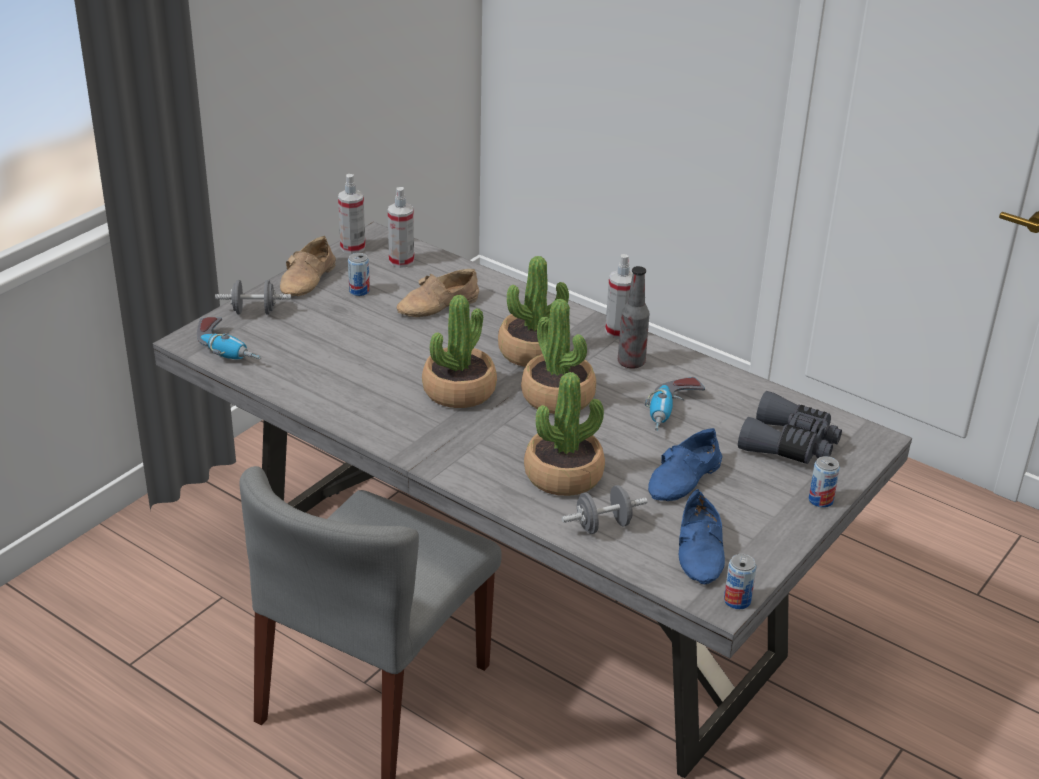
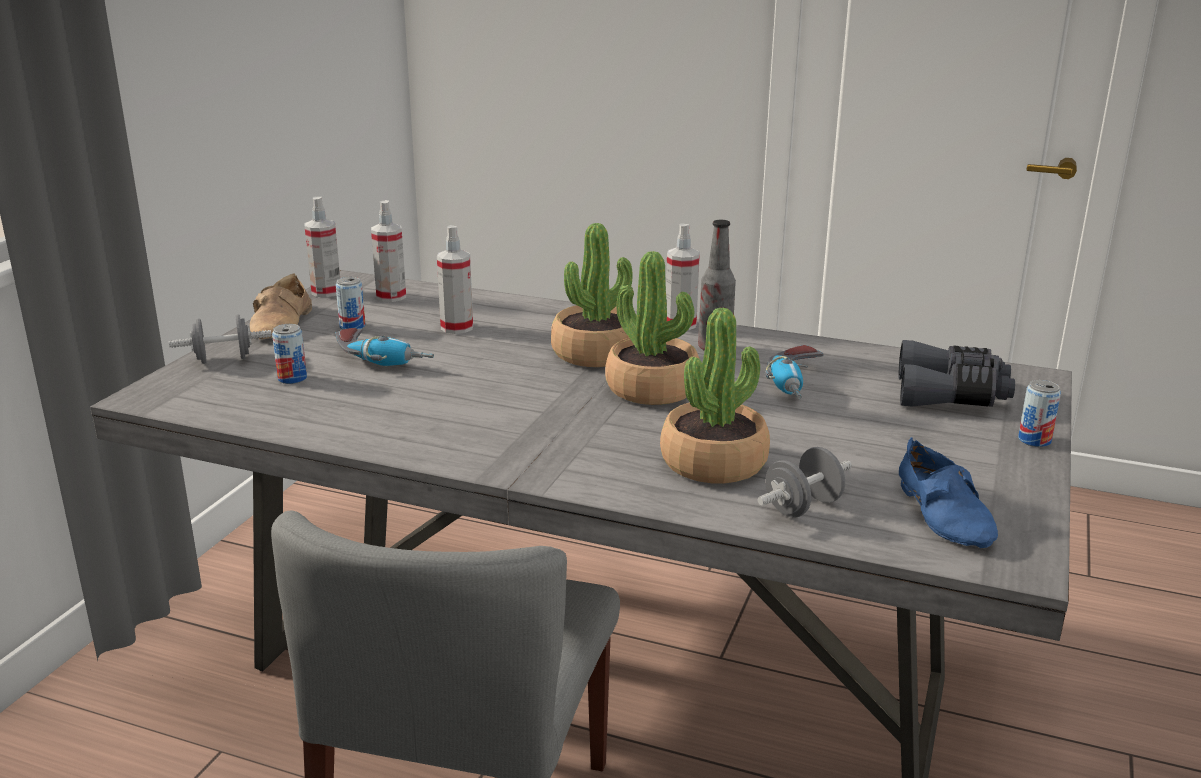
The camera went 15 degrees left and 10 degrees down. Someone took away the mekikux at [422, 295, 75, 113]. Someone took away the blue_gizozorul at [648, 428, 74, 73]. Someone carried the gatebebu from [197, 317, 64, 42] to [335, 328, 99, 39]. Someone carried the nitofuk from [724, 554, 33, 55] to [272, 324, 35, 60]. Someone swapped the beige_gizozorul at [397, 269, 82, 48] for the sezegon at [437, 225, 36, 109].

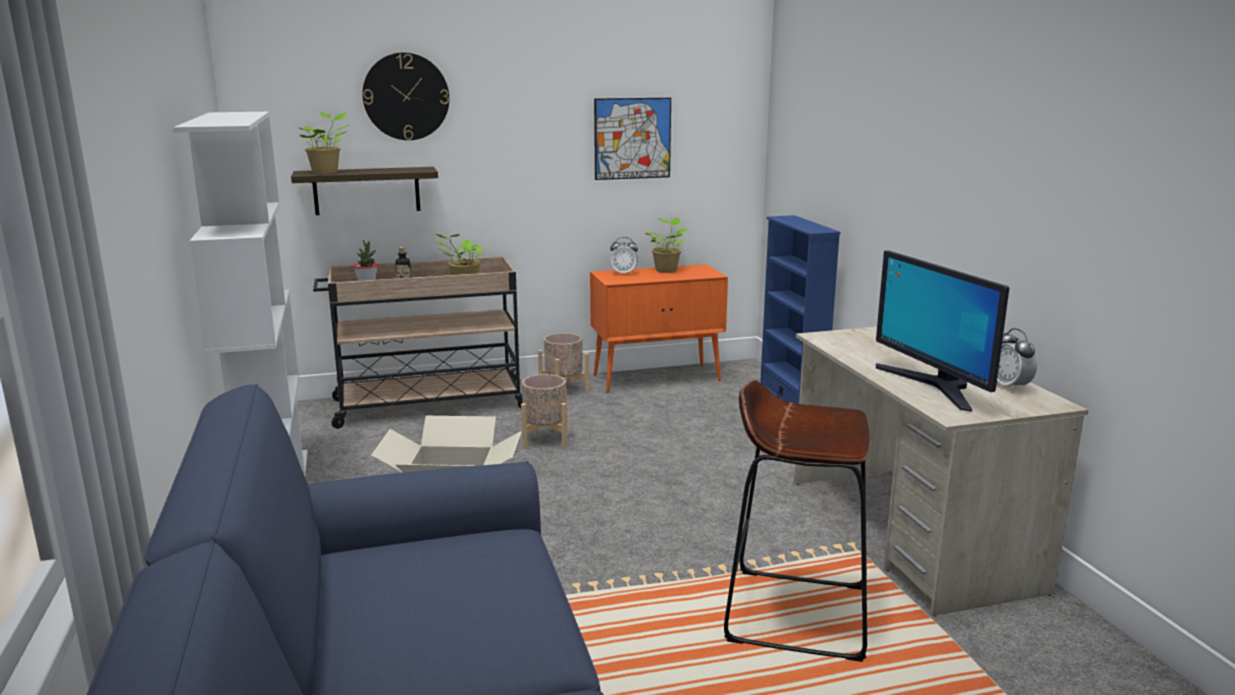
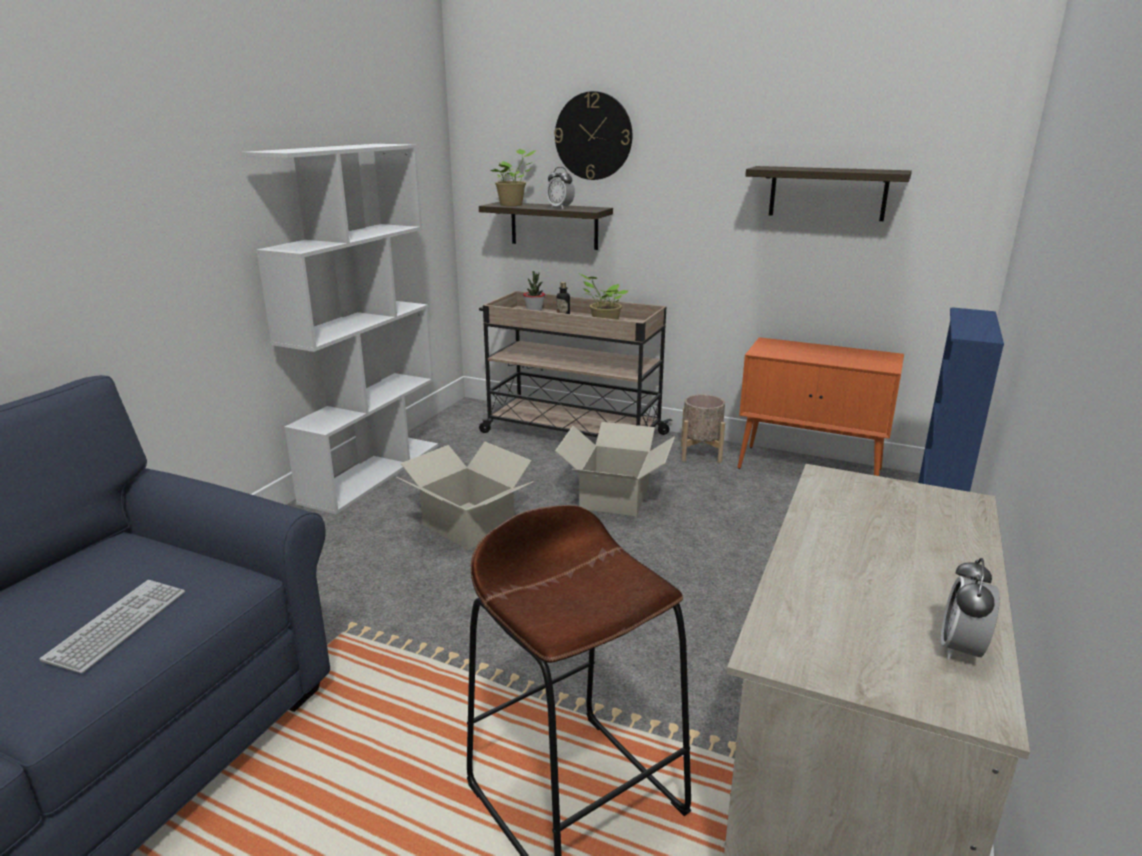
The camera went 40 degrees right and 5 degrees up. Someone took away the mekikux at [645, 218, 42, 55]. Someone took away the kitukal at [876, 250, 133, 162]. Someone put down the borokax at [40, 580, 145, 94]. Someone carried the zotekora from [610, 237, 28, 38] to [547, 167, 28, 42]. Someone swapped the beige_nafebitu at [521, 374, 46, 75] for the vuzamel at [555, 422, 120, 94]. Someone swapped the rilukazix at [594, 98, 77, 82] for the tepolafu at [745, 166, 167, 55].

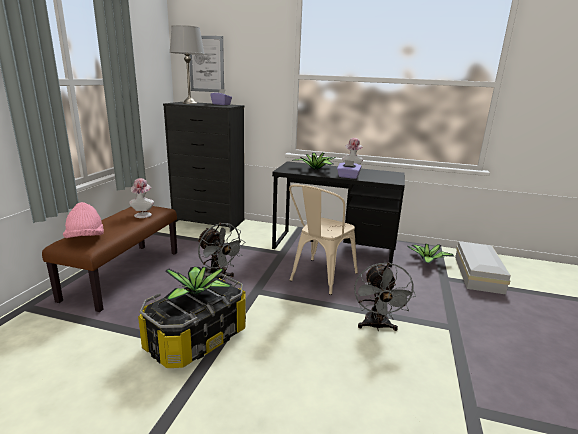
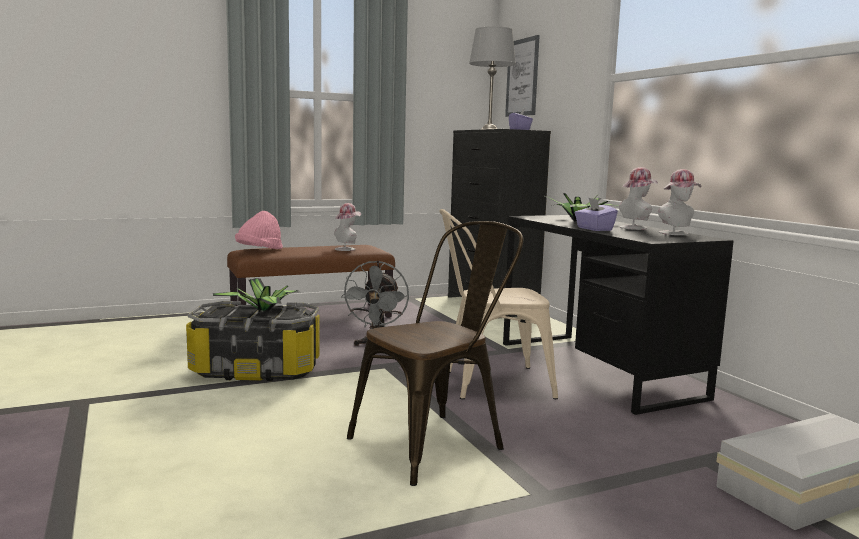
The camera went 50 degrees right and 10 degrees down. Someone took away the mekikux at [407, 244, 47, 20]. Someone put down the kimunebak at [658, 169, 43, 66]. Someone swapped the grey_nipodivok at [354, 262, 62, 69] for the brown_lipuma at [347, 221, 176, 265].

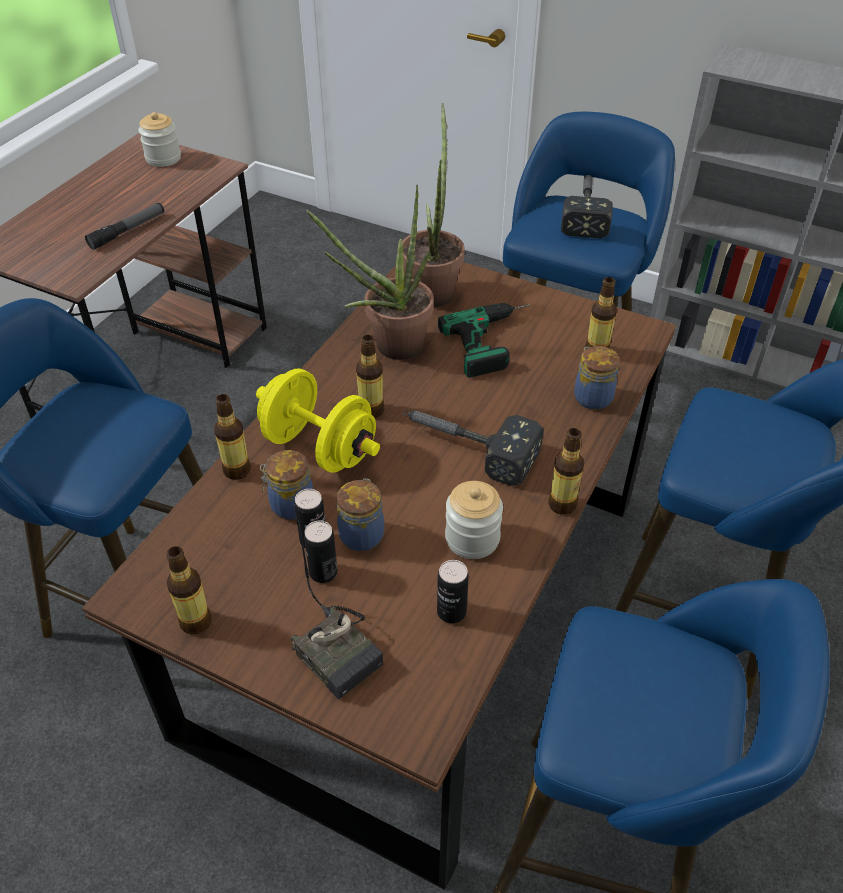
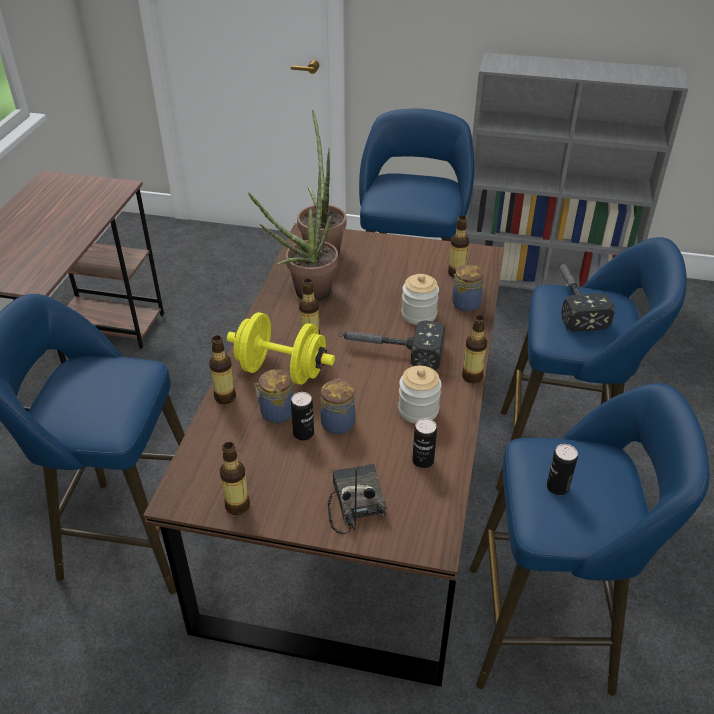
The camera went 15 degrees left and 5 degrees down. Someone took away the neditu at [85, 203, 79, 47]. Someone took away the gatebebu at [438, 303, 91, 75]. Someone carried the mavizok from [139, 112, 42, 55] to [402, 274, 37, 51]. Someone carried the nitofuk from [304, 521, 34, 62] to [547, 444, 31, 51]. Someone carried the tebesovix from [561, 175, 51, 63] to [559, 263, 56, 69]. Someone rotated the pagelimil at [290, 520, 93, 180] by 135 degrees counterclockwise.

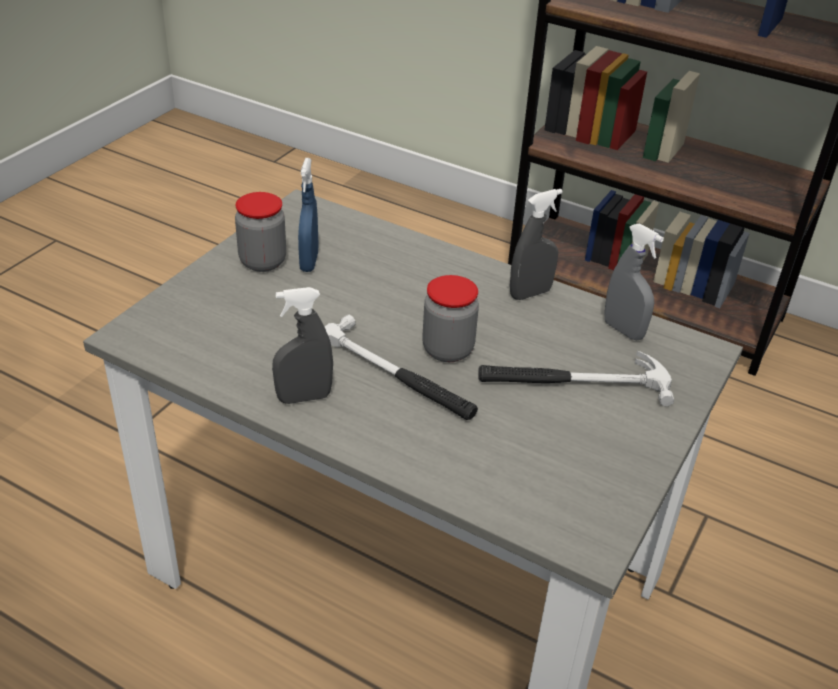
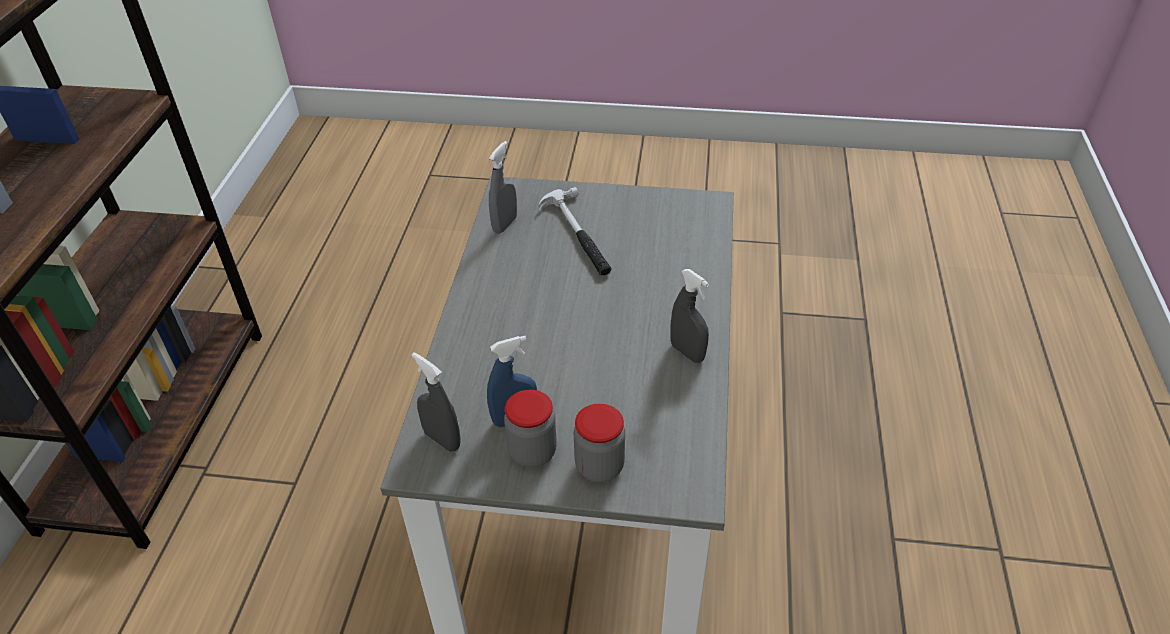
The camera went 110 degrees left and 5 degrees up. Someone took away the tebesovix at [325, 315, 153, 105]. Someone carried the mavizok from [422, 275, 57, 87] to [574, 404, 51, 79]. Someone carried the grey_sezegon from [510, 189, 53, 111] to [411, 352, 50, 100].

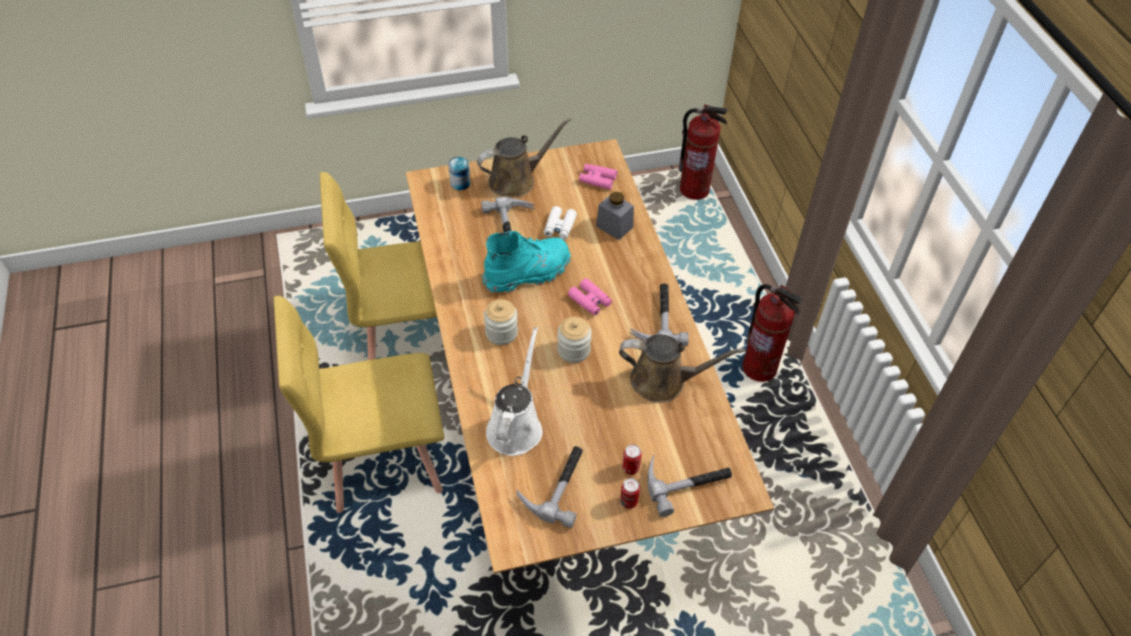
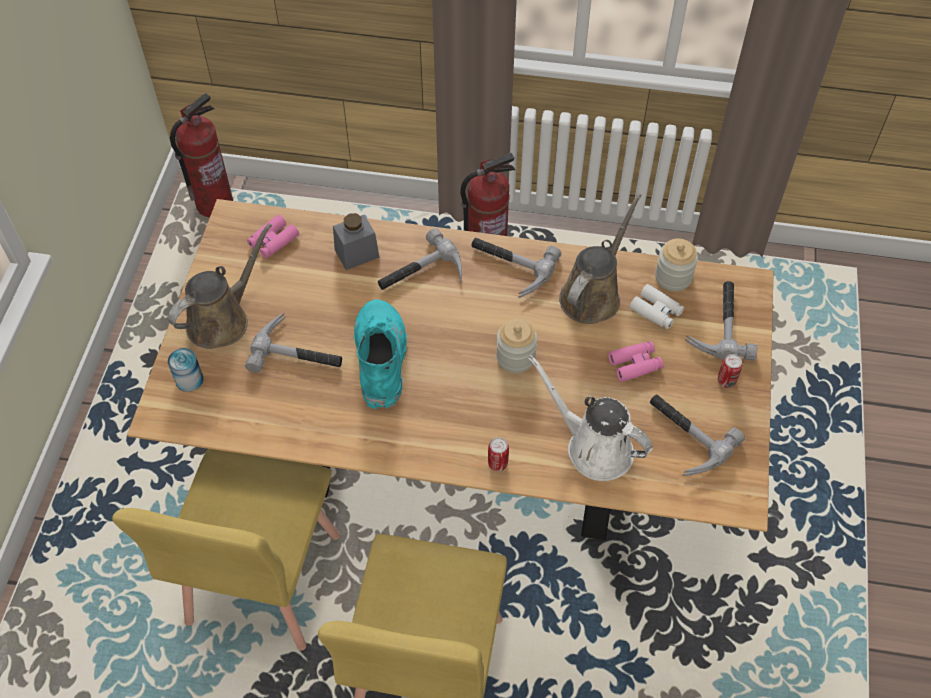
The camera went 65 degrees left and 5 degrees up. Someone put down the tebesovix at [378, 228, 84, 62]. Someone carried the mavizok from [484, 299, 34, 46] to [655, 239, 43, 52]. Someone carried the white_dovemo from [544, 206, 33, 34] to [629, 284, 55, 45]. Someone carried the pink_dovemo from [568, 278, 44, 38] to [608, 341, 56, 41]. Someone carried the nitofuk from [622, 444, 20, 31] to [488, 437, 21, 34]. Someone rotated the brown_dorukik at [477, 118, 94, 79] by 45 degrees clockwise.

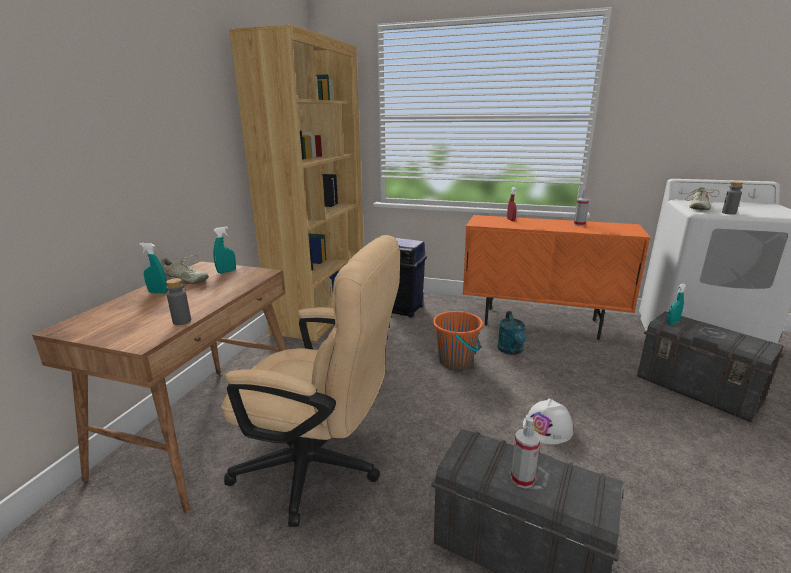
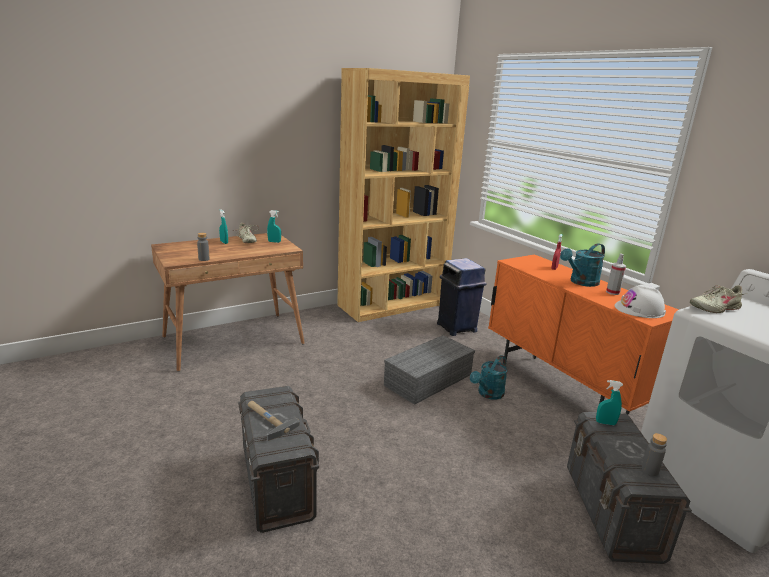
The camera went 40 degrees right and 0 degrees up. Someone took away the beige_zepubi at [221, 235, 179, 292]. Someone put down the turquoise_dorukik at [560, 243, 45, 44]. Someone carried the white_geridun from [523, 399, 50, 46] to [615, 285, 51, 33]. Someone carried the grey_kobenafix from [722, 182, 21, 33] to [642, 433, 25, 43]. Someone swapped the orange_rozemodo at [433, 311, 50, 59] for the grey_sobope at [384, 335, 91, 70]. Someone swapped the sezegon at [511, 417, 29, 71] for the tebesovix at [248, 401, 52, 40].

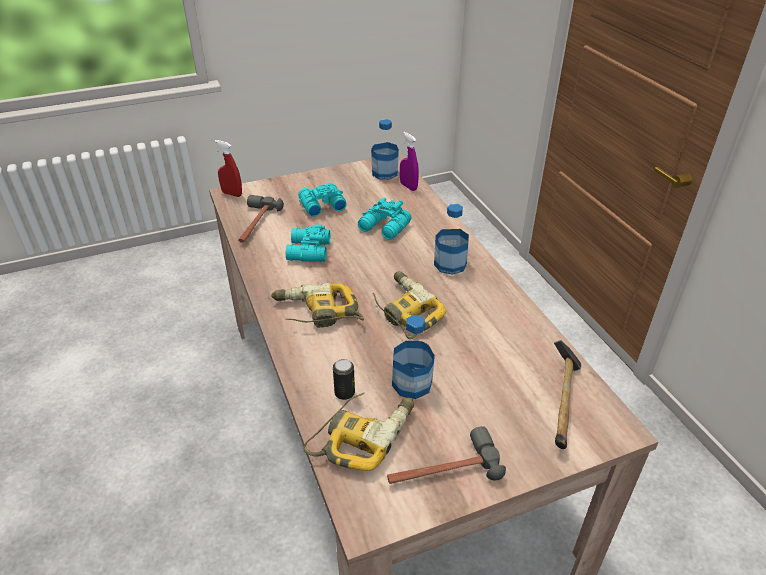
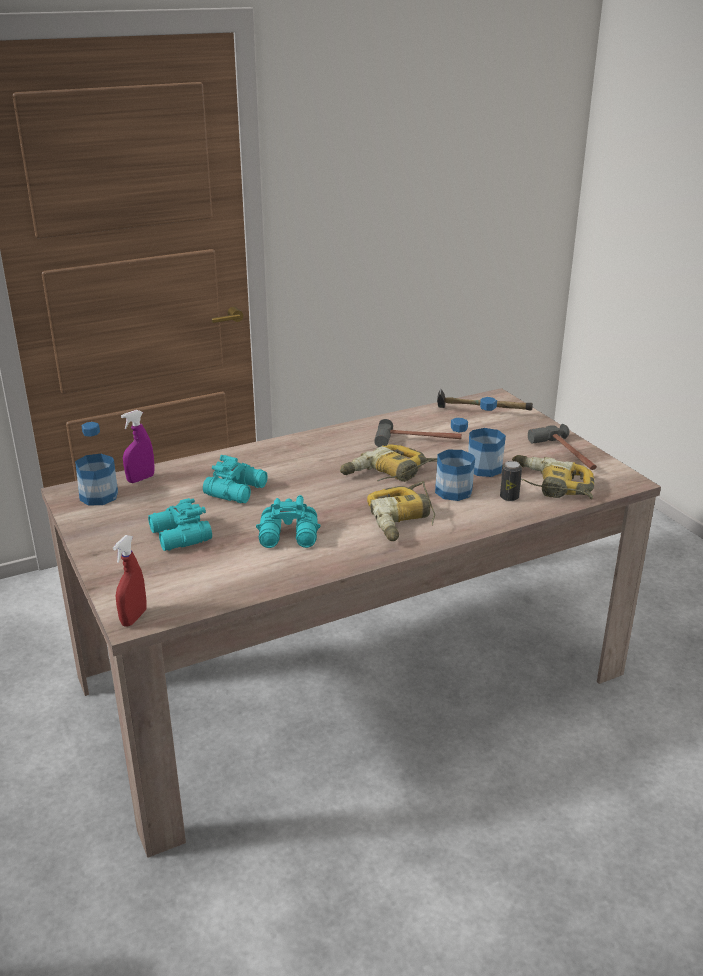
The camera went 95 degrees left and 10 degrees down. Someone carried the tebesovix from [238, 195, 46, 48] to [374, 419, 88, 28]. Someone carried the kobenafix from [434, 204, 35, 71] to [435, 418, 40, 83].

